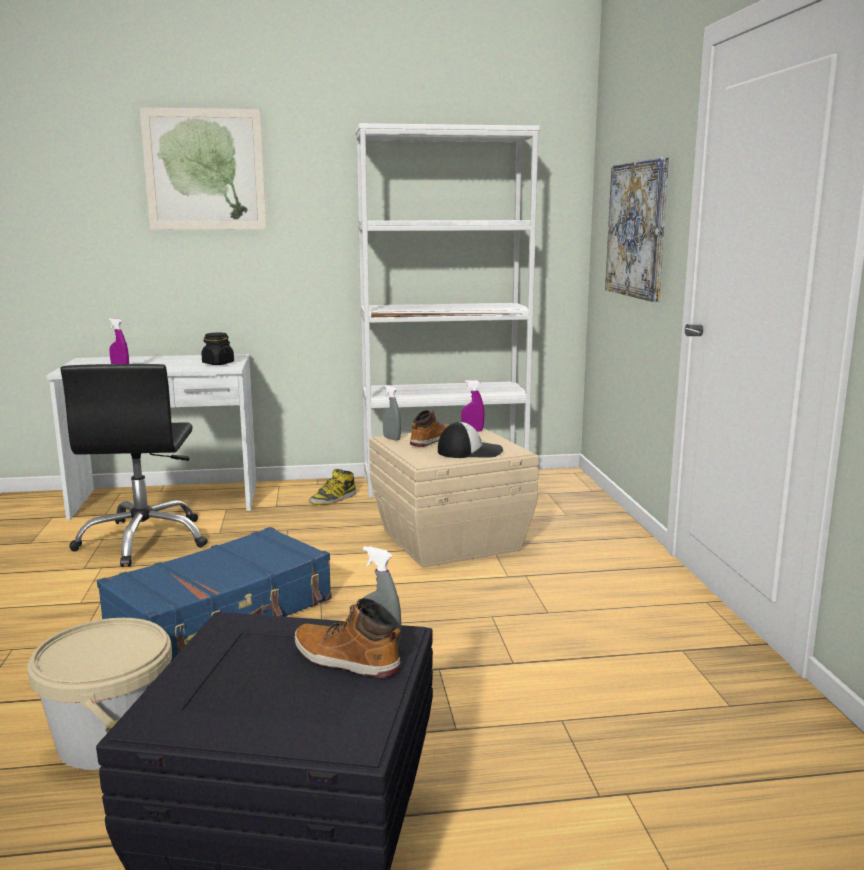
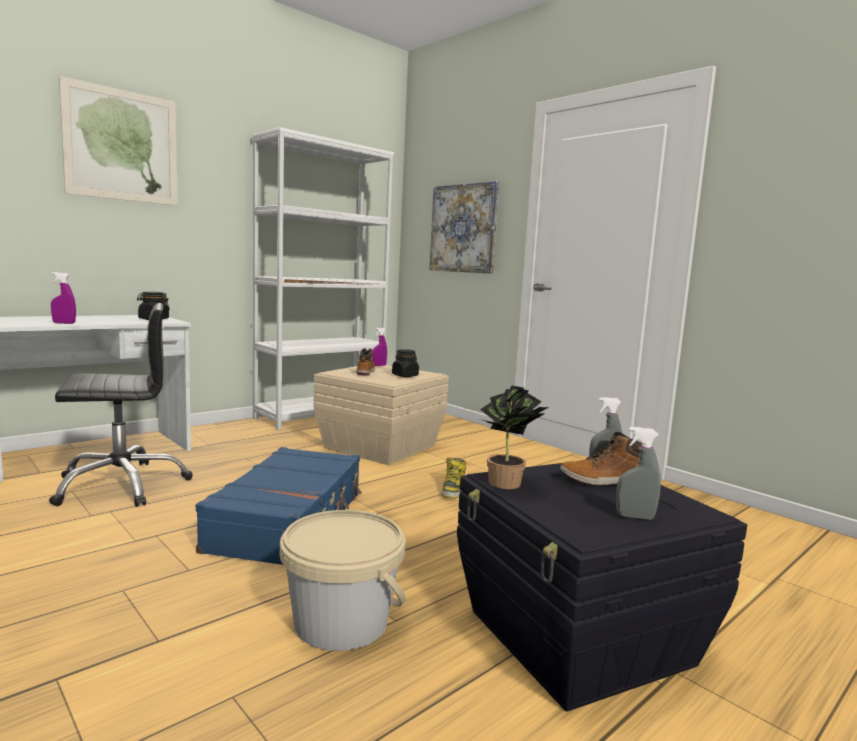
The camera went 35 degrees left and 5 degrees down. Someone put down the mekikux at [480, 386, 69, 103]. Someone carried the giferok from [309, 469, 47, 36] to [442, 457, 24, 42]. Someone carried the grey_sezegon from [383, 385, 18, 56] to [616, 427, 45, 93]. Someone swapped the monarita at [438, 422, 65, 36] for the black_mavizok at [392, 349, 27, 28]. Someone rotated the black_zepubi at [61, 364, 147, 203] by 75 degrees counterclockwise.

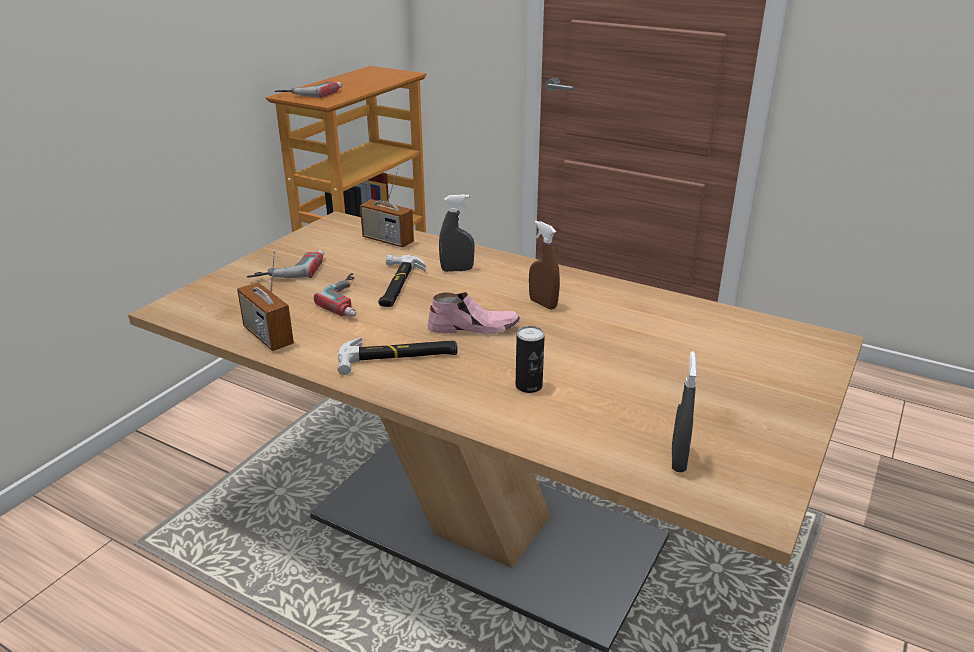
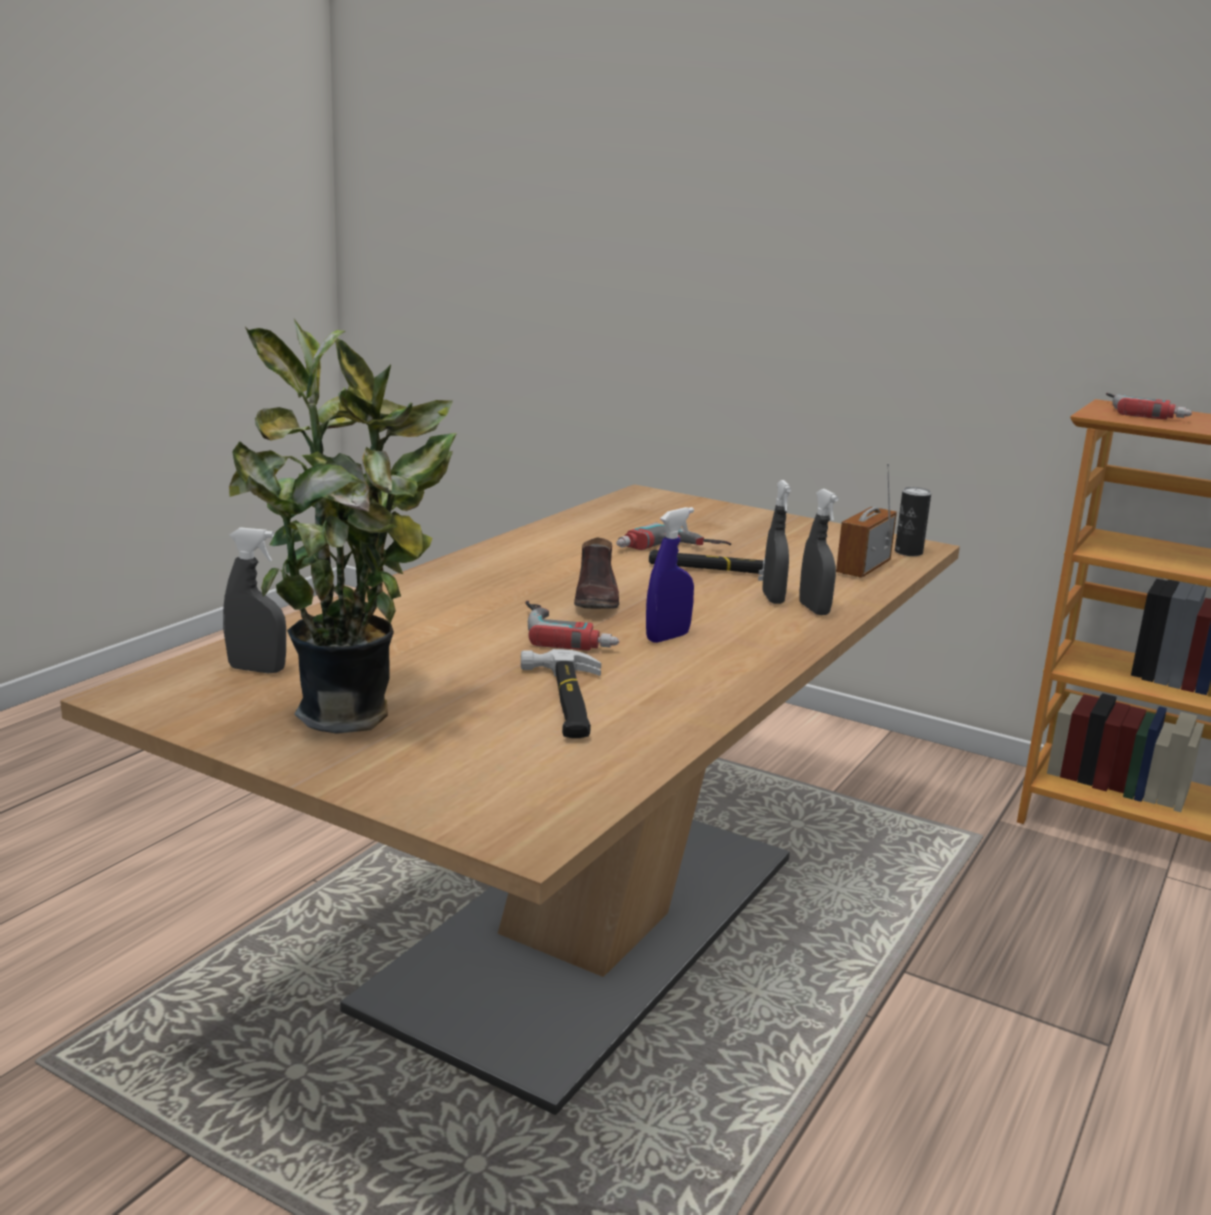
The camera went 90 degrees right and 10 degrees down. Someone took away the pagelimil at [237, 250, 57, 101]. Someone put down the mekikux at [229, 319, 228, 415]. Someone put down the grey_sezegon at [799, 489, 40, 126]. Someone carried the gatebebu from [247, 250, 77, 28] to [525, 601, 94, 50]. Someone carried the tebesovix from [338, 338, 120, 37] to [521, 649, 80, 89]. Someone carried the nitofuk from [516, 326, 29, 67] to [895, 487, 36, 69]. Someone repainted the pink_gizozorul at [427, 292, 93, 42], which became the brown_gizozorul at [574, 537, 45, 72]. Someone repainted the brown_sezegon at [529, 220, 31, 90], which became the blue_sezegon at [646, 507, 48, 136].

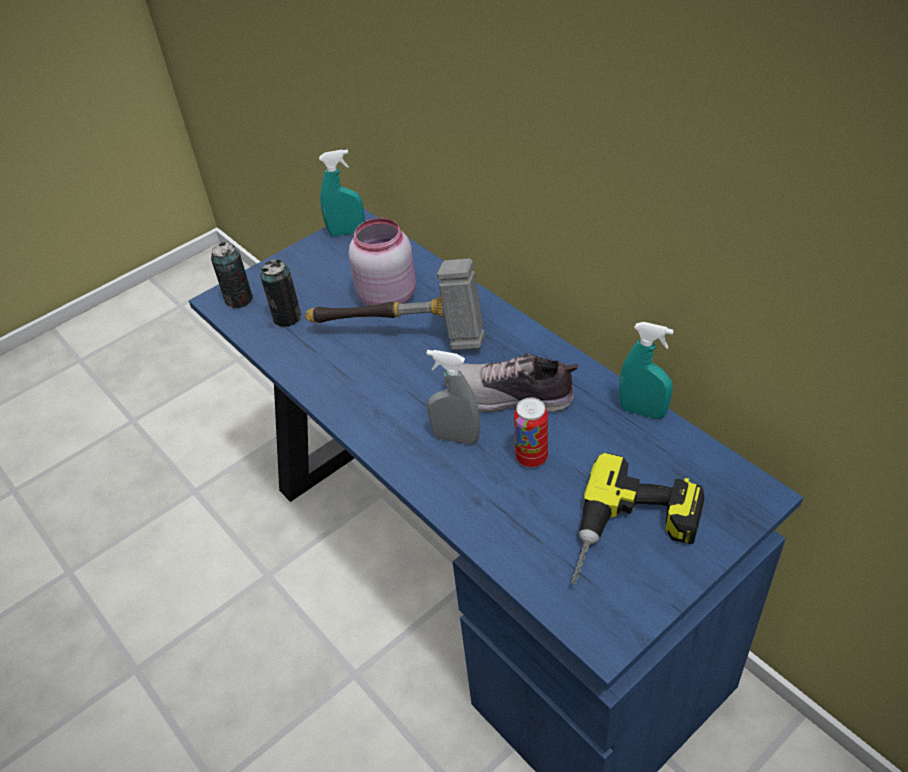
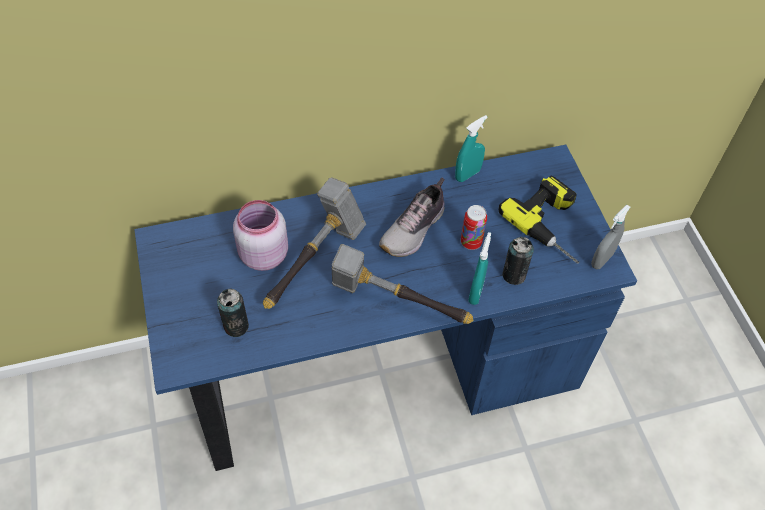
The camera went 70 degrees left and 10 degrees up. Someone put down the tebesovix at [331, 244, 143, 80]. Someone carried the nitofuk from [211, 242, 42, 66] to [502, 237, 32, 48]. Someone carried the turquoise_sezegon from [319, 149, 46, 87] to [468, 232, 23, 73]. Someone carried the grey_sezegon from [426, 350, 54, 95] to [591, 205, 40, 64].

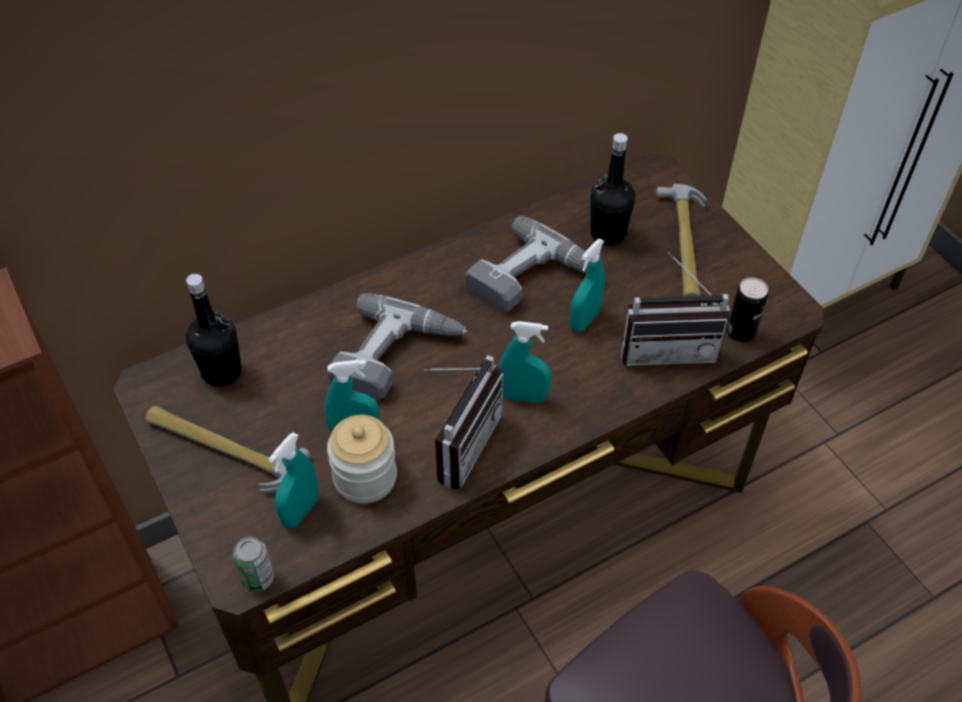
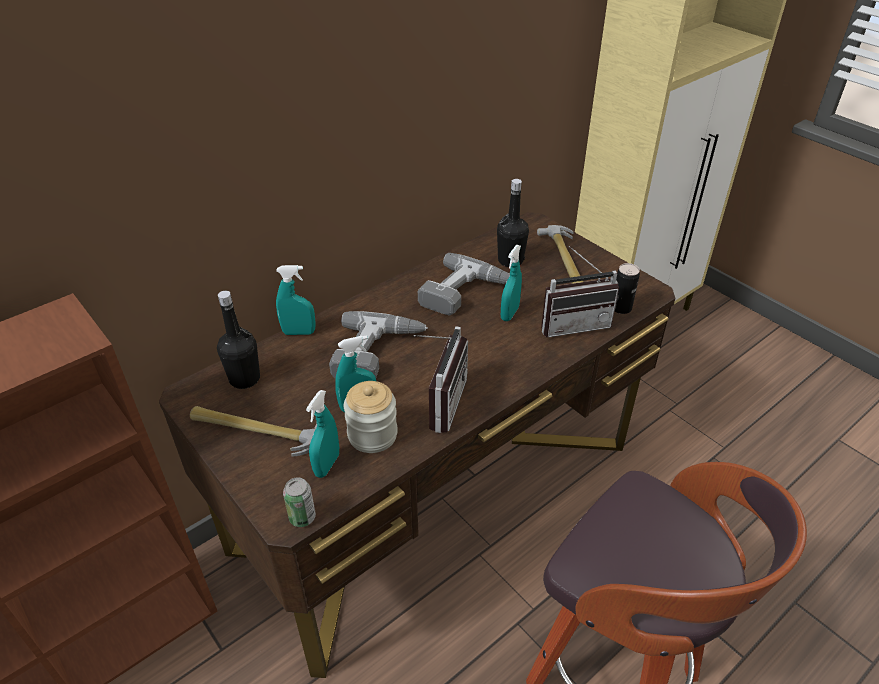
The camera went 10 degrees left and 10 degrees down. Someone carried the turquoise_sezegon from [500, 321, 51, 82] to [276, 265, 40, 70].

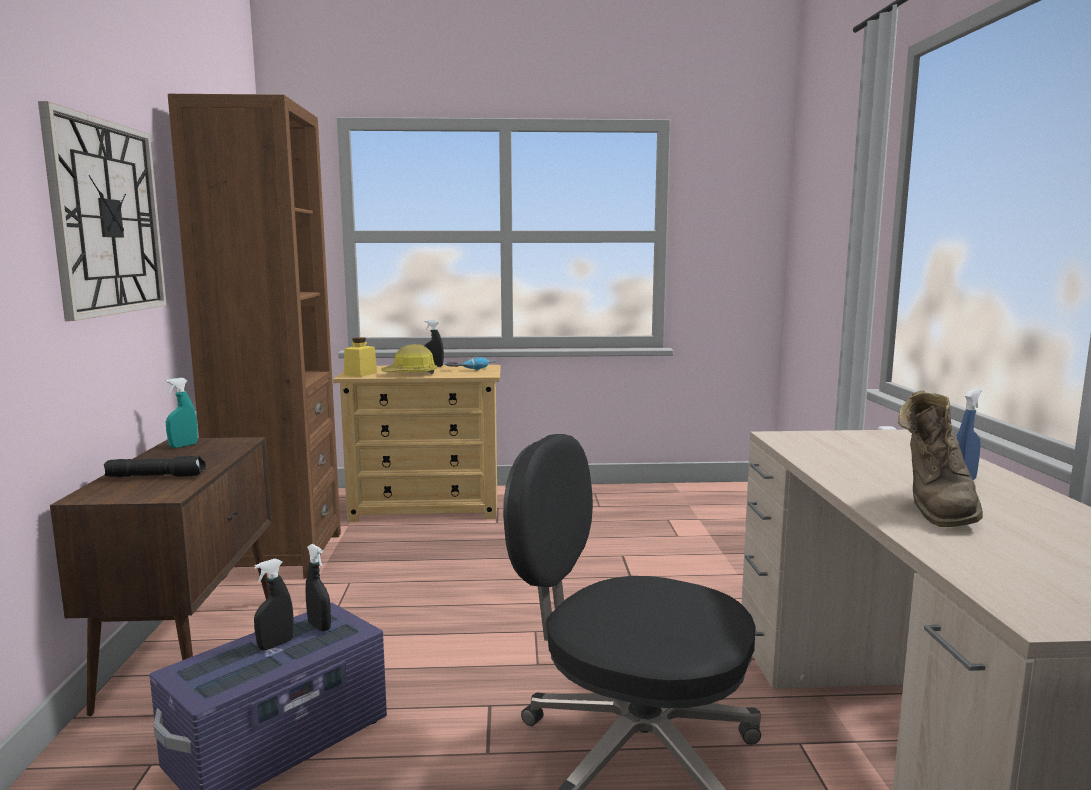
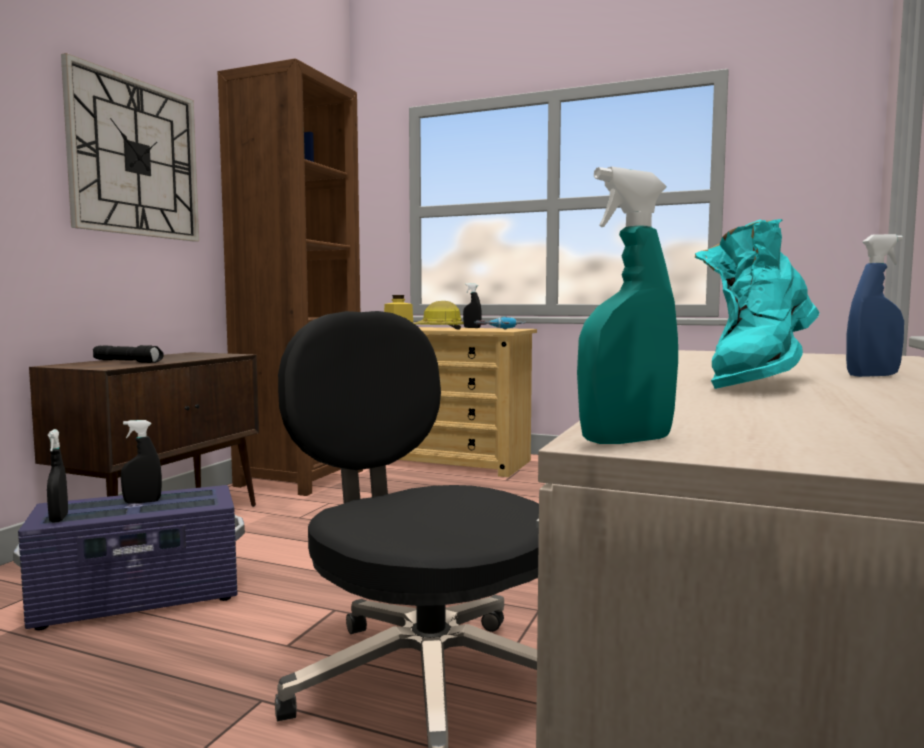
The camera went 25 degrees right and 5 degrees down. Someone carried the turquoise_sezegon from [165, 378, 33, 70] to [577, 167, 101, 277]. Someone carried the black_sezegon from [306, 544, 25, 87] to [47, 429, 21, 94]. Someone repainted the brown_giferok at [898, 390, 85, 137], which became the turquoise_giferok at [695, 219, 124, 170].

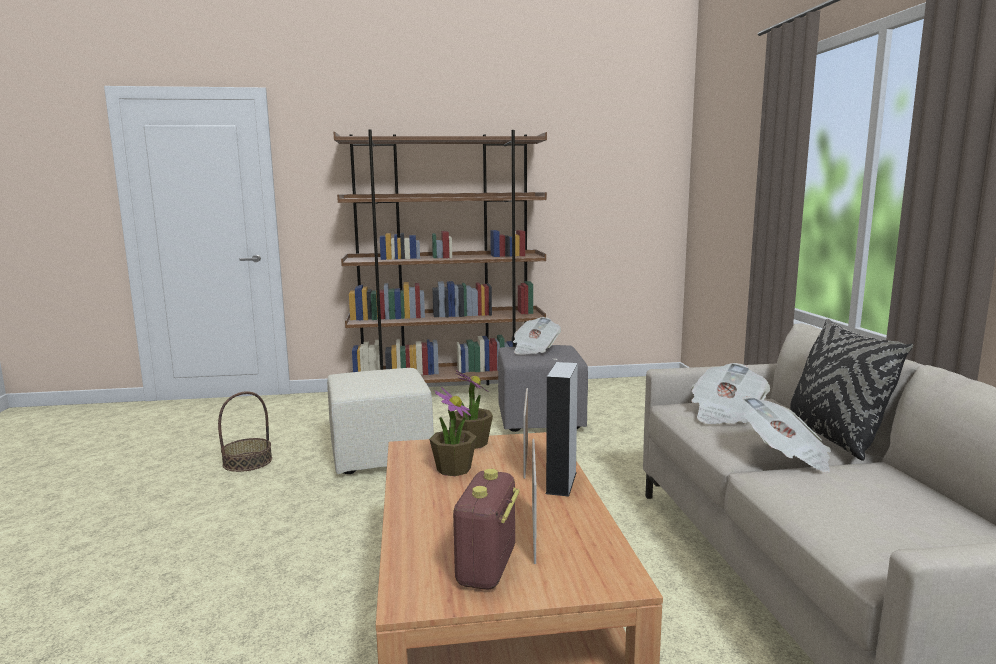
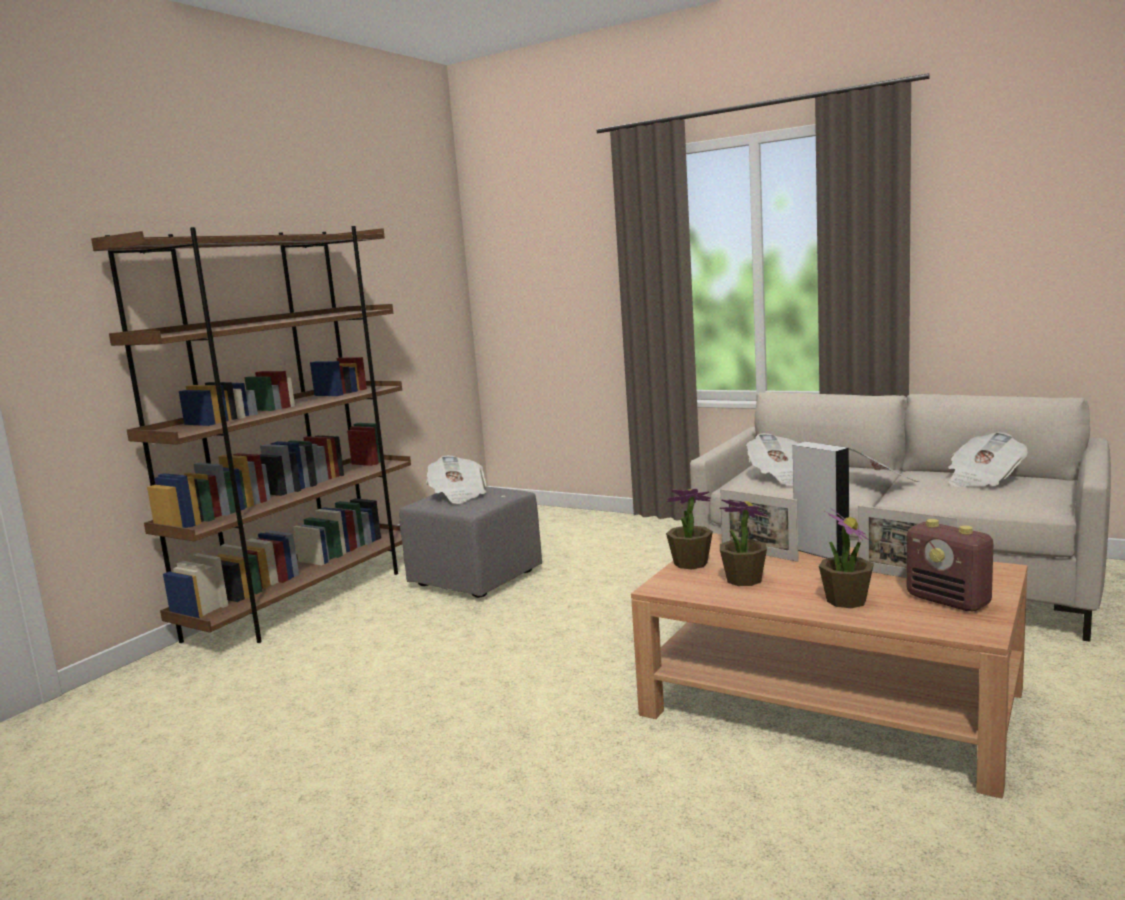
The camera went 50 degrees left and 0 degrees up. Someone took away the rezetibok at [218, 391, 54, 81]. Someone took away the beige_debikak at [327, 368, 107, 106]. Someone took away the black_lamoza at [790, 319, 123, 142]. Someone put down the mekikux at [819, 508, 55, 100]. Someone put down the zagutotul at [948, 432, 80, 55].

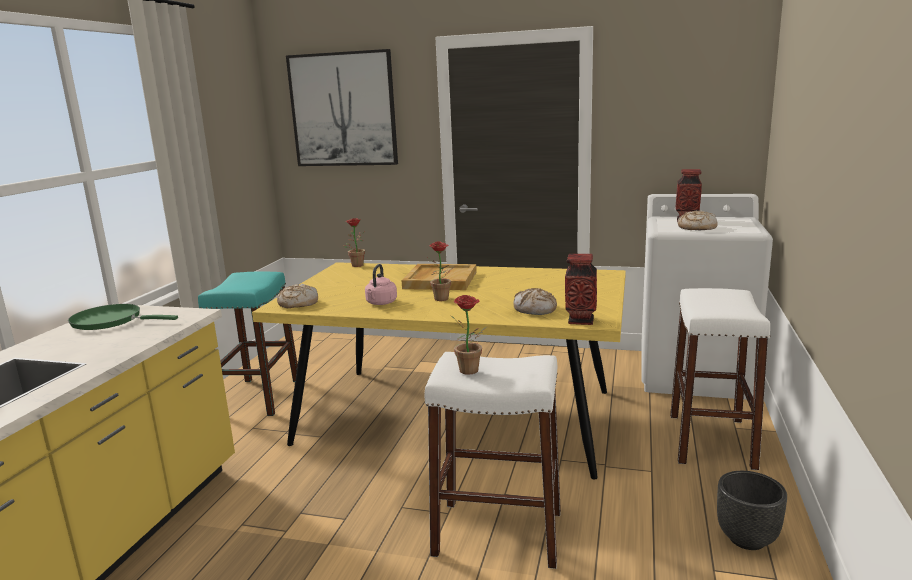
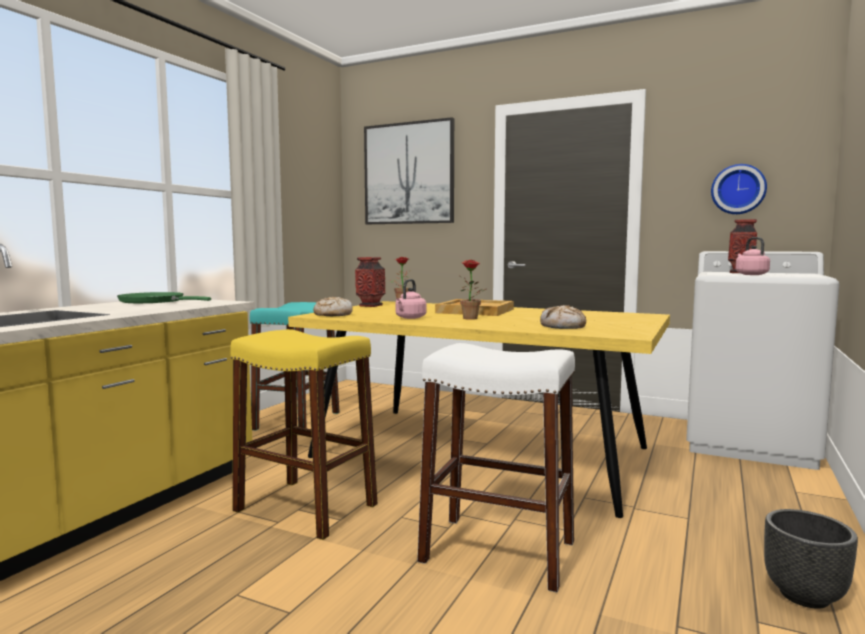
The camera went 10 degrees right and 10 degrees down. Someone took away the mekikux at [450, 295, 37, 80]. Someone took away the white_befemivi at [670, 288, 100, 182]. Someone put down the yellow_befemivi at [230, 329, 148, 211]. Someone put up the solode at [711, 164, 56, 50]. Someone carried the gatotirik from [565, 254, 32, 71] to [355, 257, 30, 50]. Someone swapped the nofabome at [678, 210, 40, 20] for the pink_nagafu at [735, 237, 35, 38].

